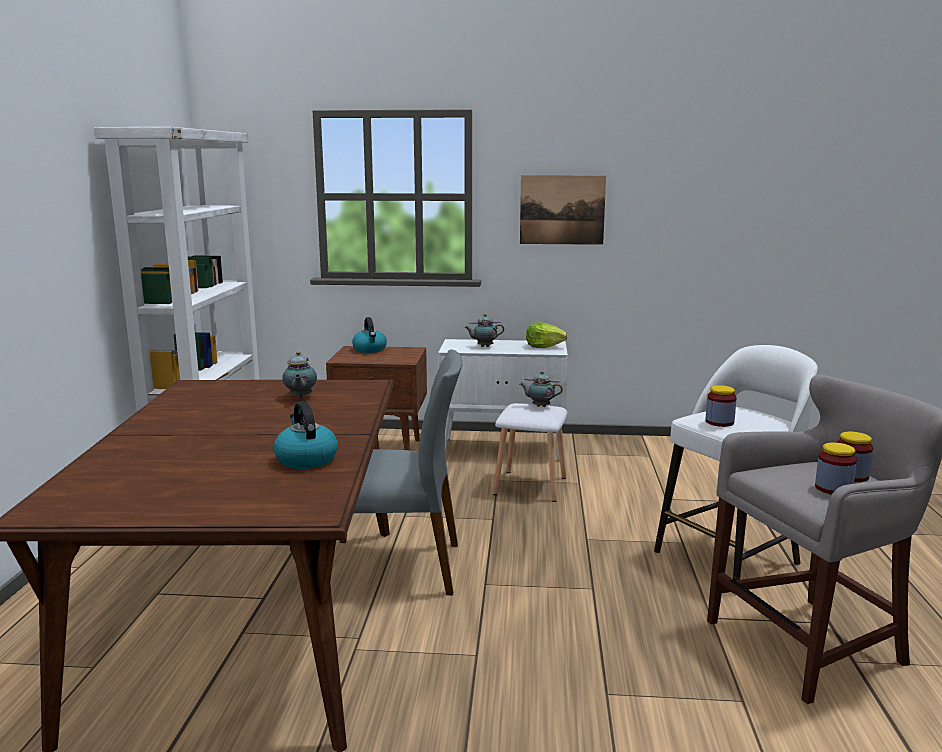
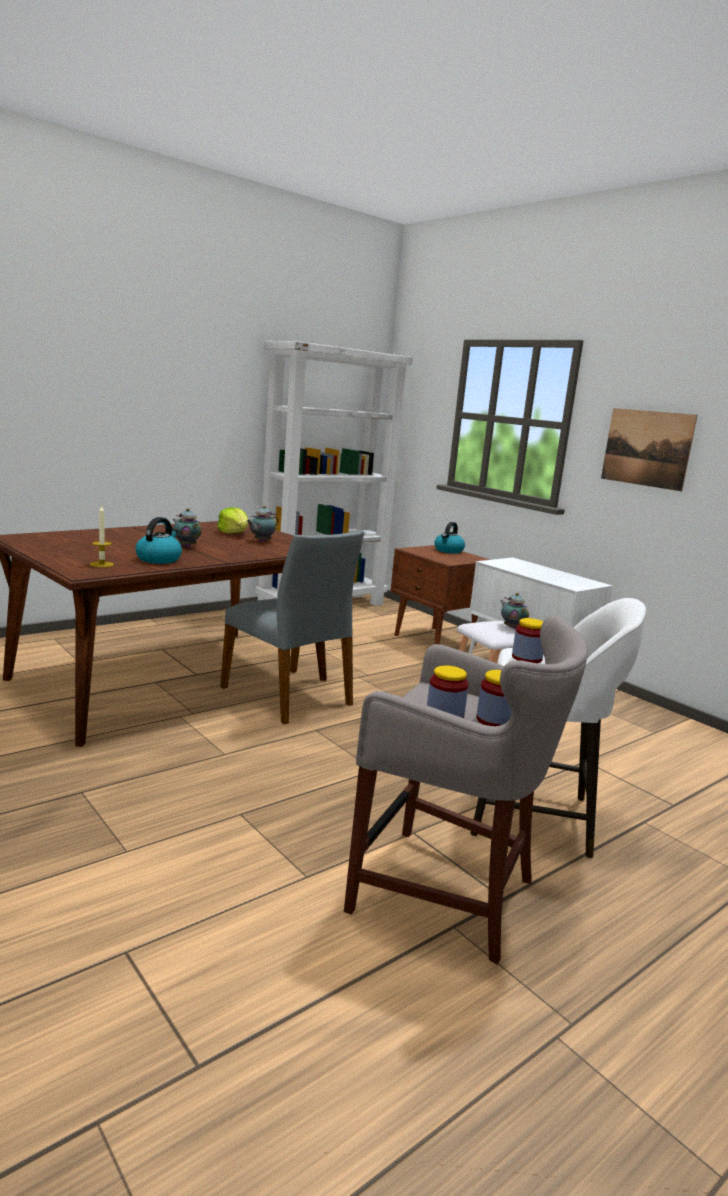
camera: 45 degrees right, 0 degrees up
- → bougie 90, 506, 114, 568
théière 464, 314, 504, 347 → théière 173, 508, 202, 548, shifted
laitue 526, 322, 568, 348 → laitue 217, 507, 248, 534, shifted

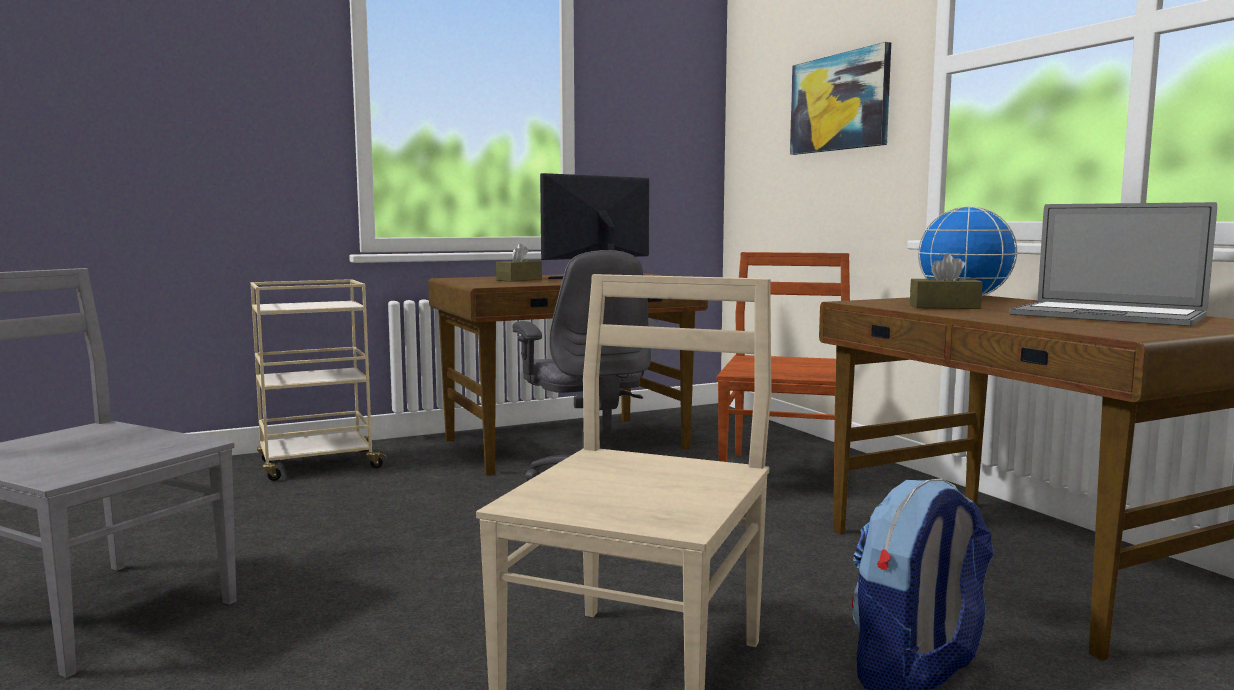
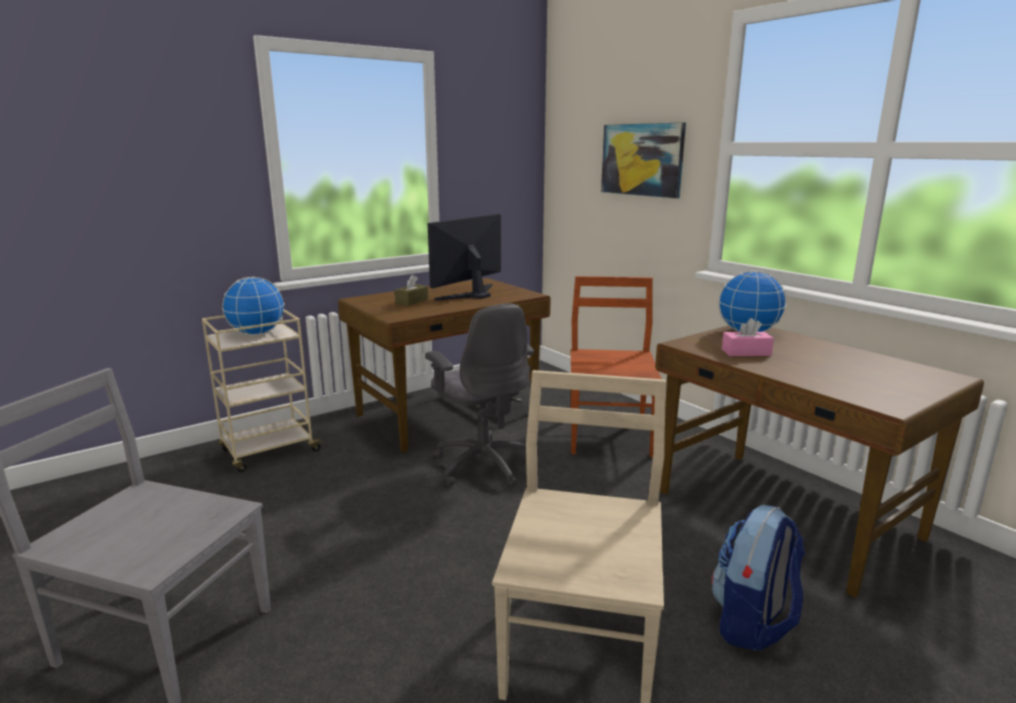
camera: 10 degrees left, 10 degrees up
ordinateur portable 1009, 202, 1217, 326 → -
- → globe 222, 277, 284, 335
boîte à mouchoirs (marron) 910, 254, 983, 309 → boîte à mouchoirs (rose) 722, 318, 774, 356

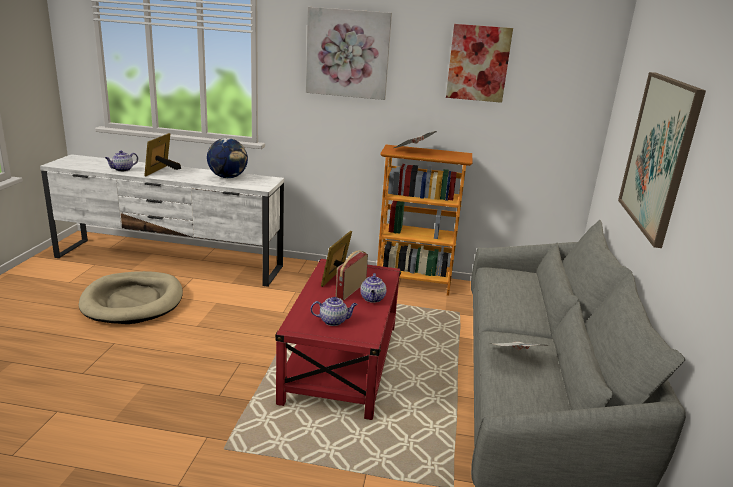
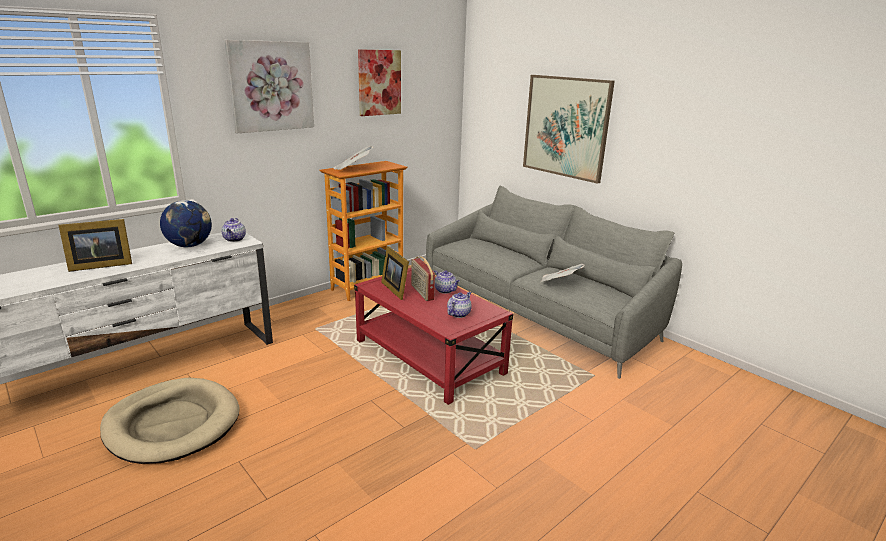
camera: 50 degrees left, 0 degrees up
théière 105, 151, 138, 172 → théière 221, 218, 246, 242, shifted
cadre photo 144, 133, 181, 176 → cadre photo 58, 219, 132, 272, 75 degrees counterclockwise

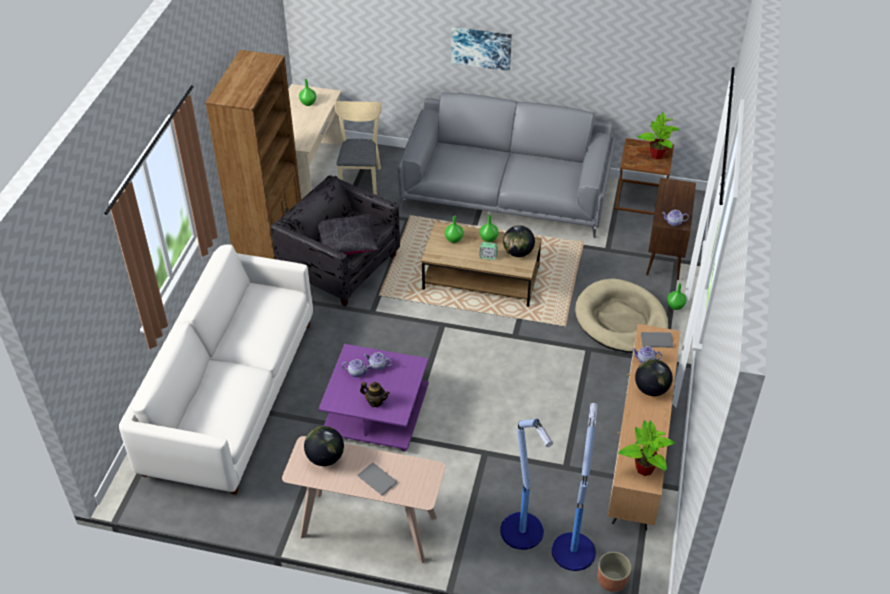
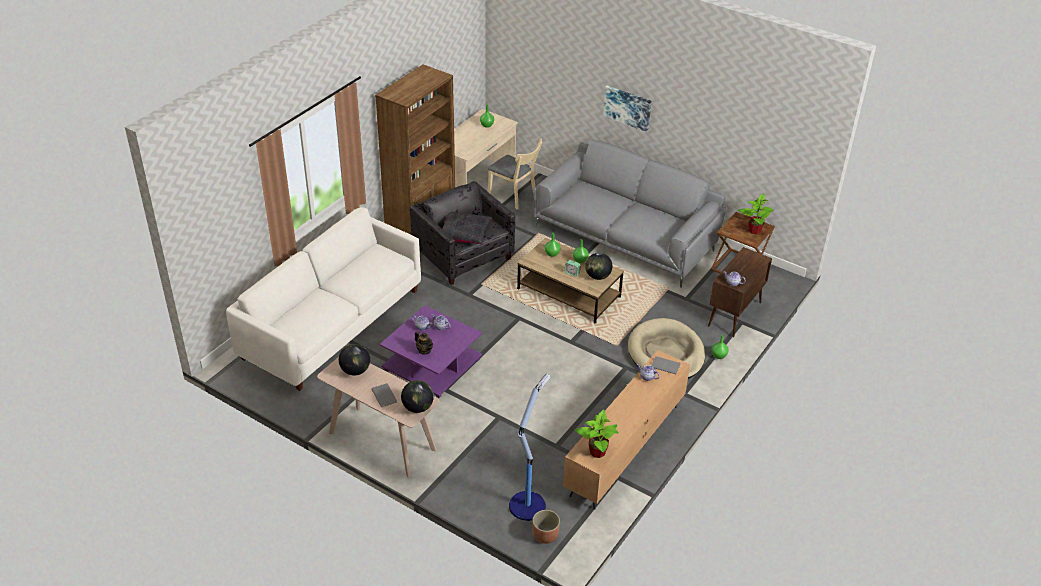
camera: 20 degrees right, 5 degrees down
lampadaire 500, 419, 553, 550 → -
globe 635, 359, 673, 396 → globe 401, 380, 434, 413, shifted
chaise (beige) 335, 101, 382, 195 → chaise (beige) 488, 139, 542, 210, 105 degrees clockwise

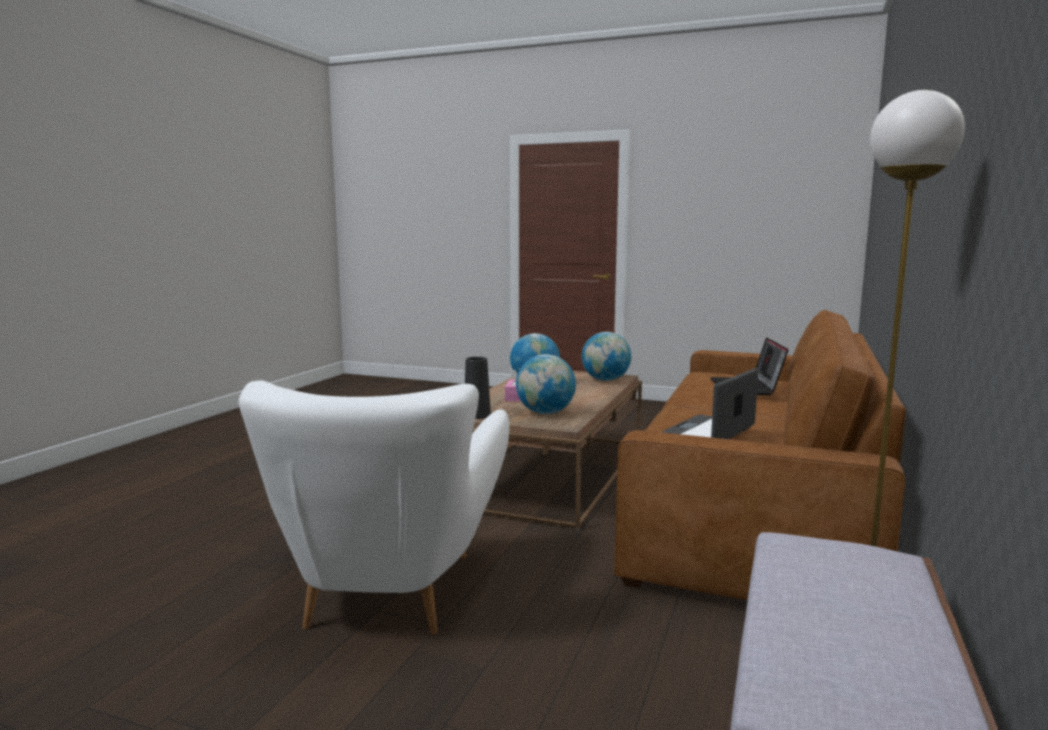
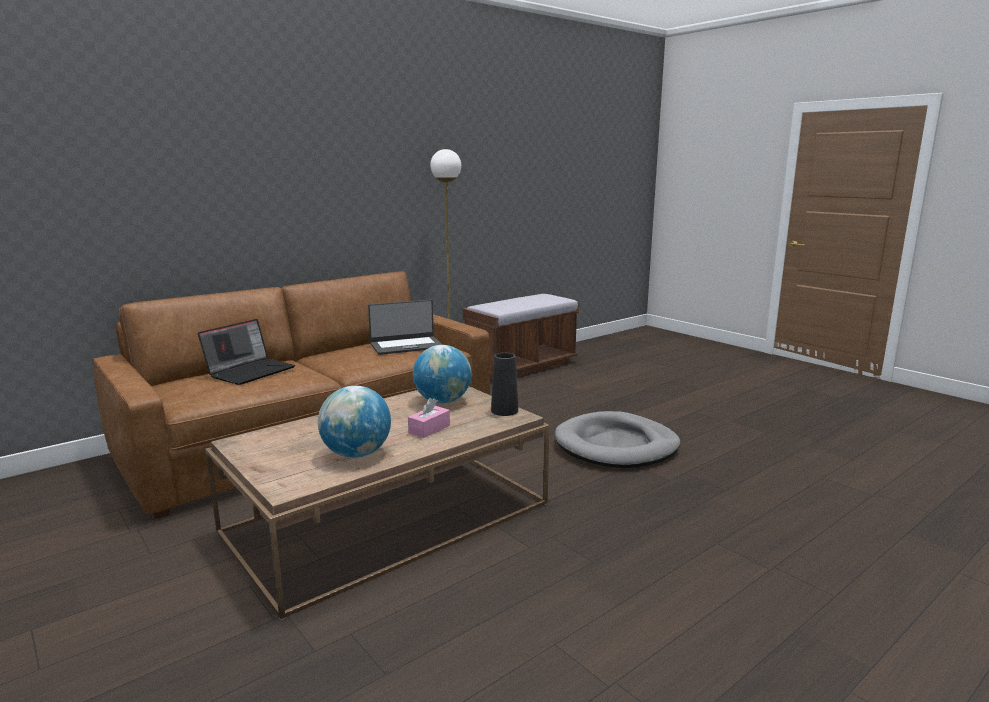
camera: 150 degrees left, 5 degrees up
globe 582, 332, 631, 381 → -
fauteuil (blanc) 239, 380, 509, 634 → panier pour chien (gris) 555, 411, 680, 468

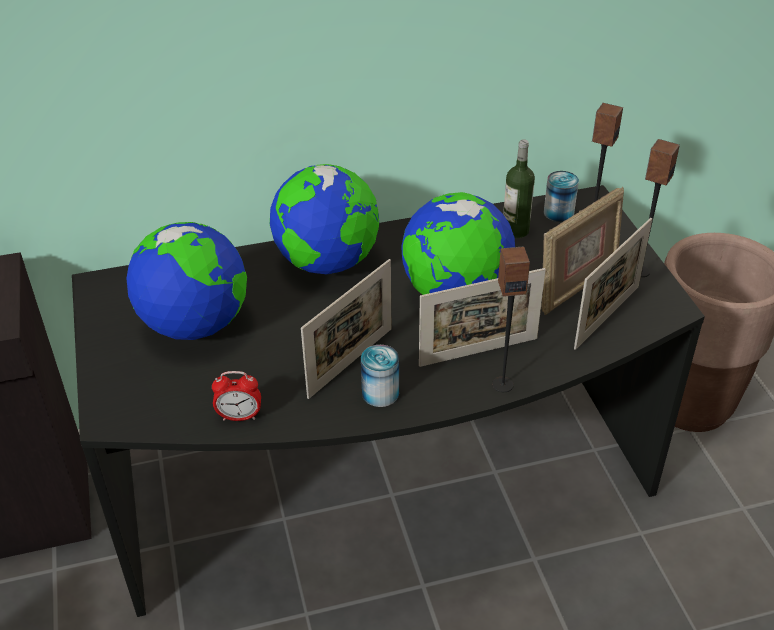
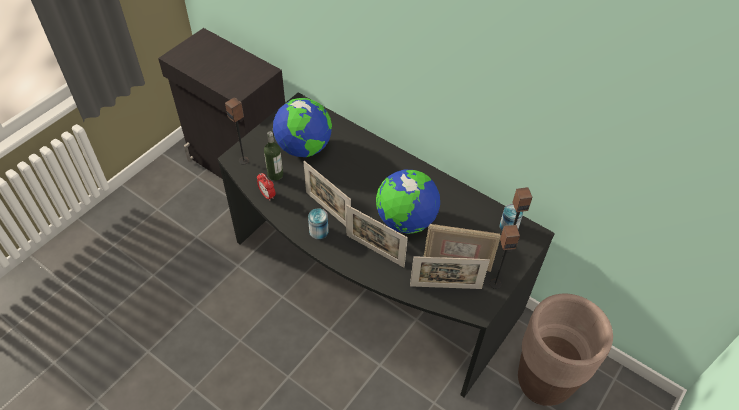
camera: 50 degrees right, 10 degrees up
globe 270, 164, 379, 274 → -
enceinte 492, 246, 530, 392 → enceinte 225, 97, 249, 164, shifted
bouteille 503, 139, 535, 239 → bouteille 264, 131, 283, 181, shifted
cadre photo 301, 259, 392, 399 → cadre photo 303, 161, 351, 226, 45 degrees clockwise

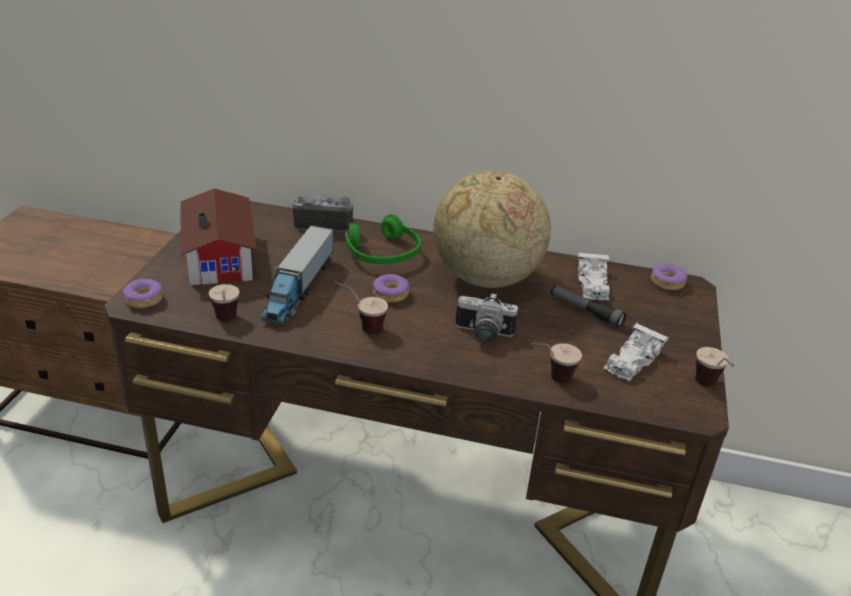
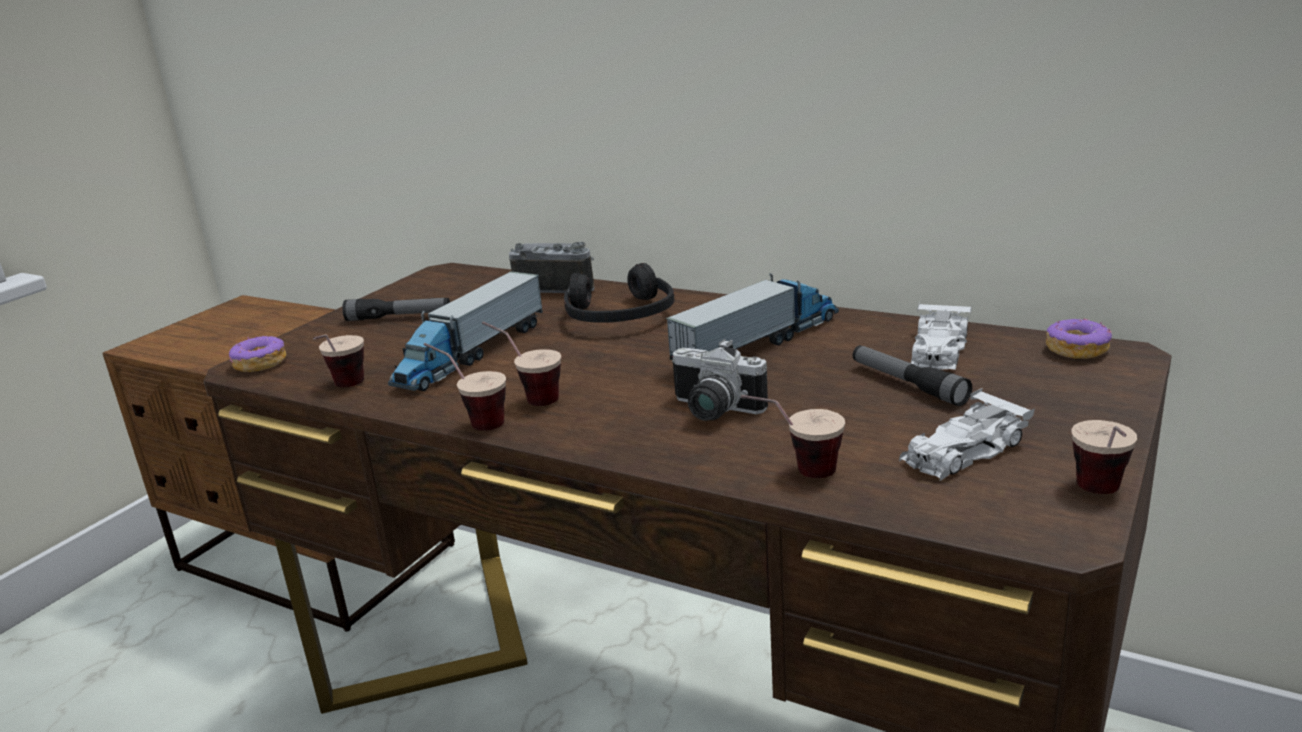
camera: 20 degrees right, 10 degrees down
beignet 373, 274, 409, 303 → -
- → tasse 424, 343, 506, 431
maison miniature 180, 188, 256, 285 → lampe de poche 342, 298, 450, 321
globe 433, 171, 551, 288 → camion jouet 666, 273, 839, 360
casque audio (vert) 345, 214, 421, 264 → casque audio (noir) 564, 263, 674, 323

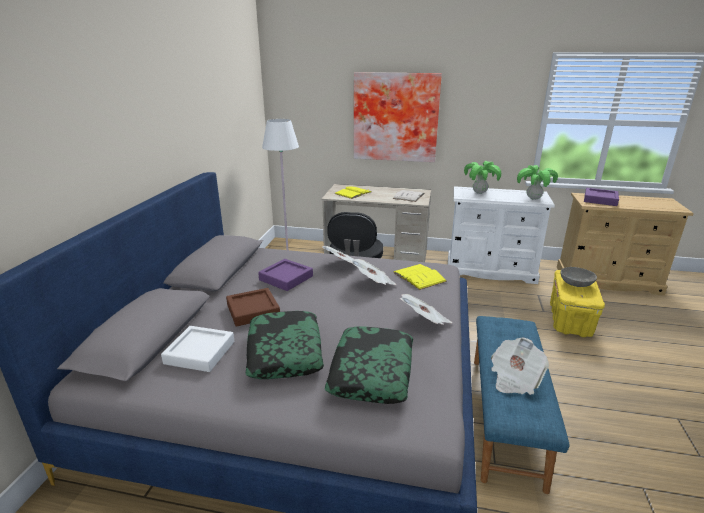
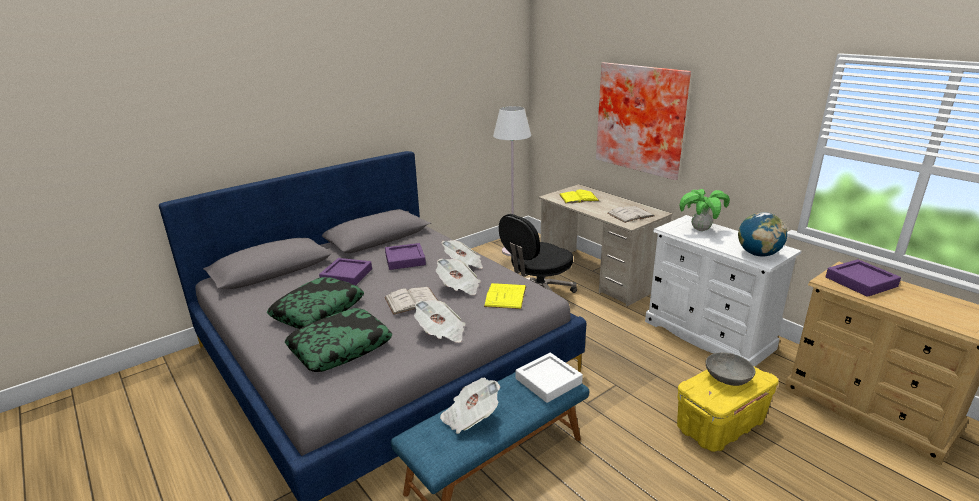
camera: 40 degrees right, 0 degrees up
- → livre (blanc) 385, 287, 438, 315
plateau (blanc) 161, 326, 234, 372 → plateau (blanc) 516, 353, 583, 403, shifted
plante en pot 517, 165, 558, 200 → globe 738, 212, 787, 256
plateau (marron) 226, 288, 280, 327 → plateau (violet) 319, 258, 372, 286

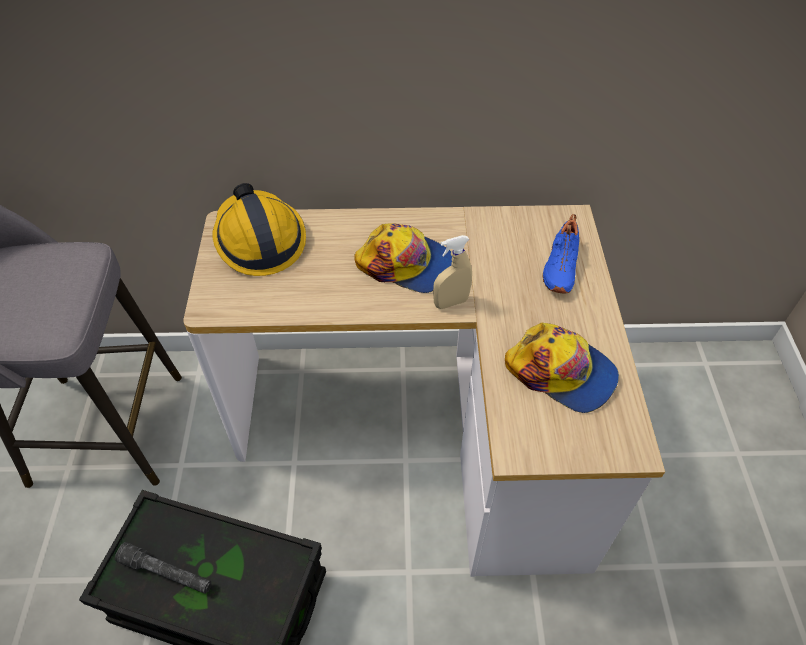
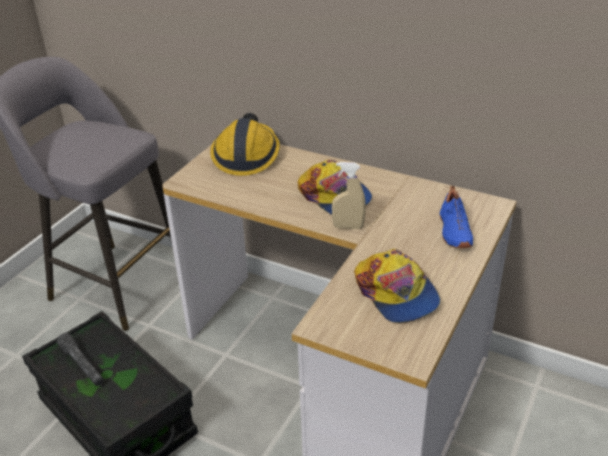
camera: 30 degrees right, 15 degrees down
chaussure (bleu) 542, 214, 579, 293 → chaussure (bleu) 440, 186, 473, 248, 45 degrees counterclockwise

